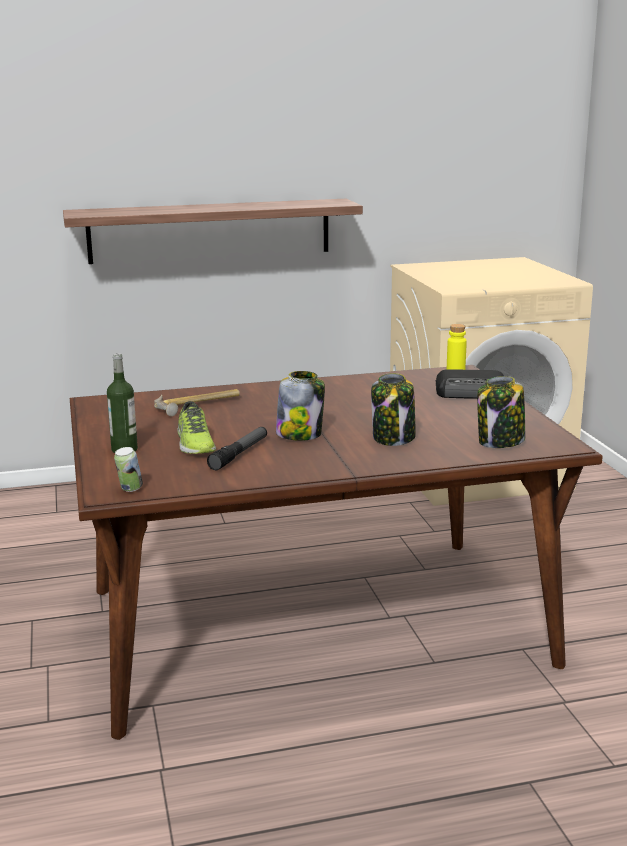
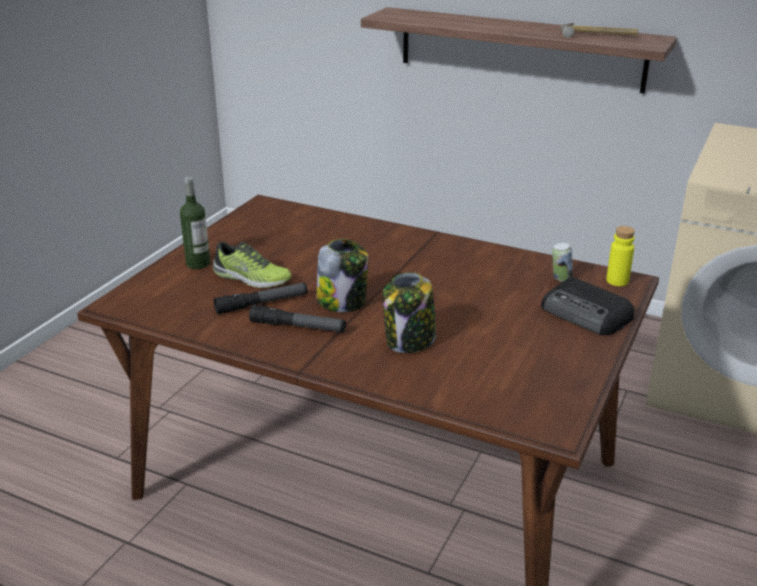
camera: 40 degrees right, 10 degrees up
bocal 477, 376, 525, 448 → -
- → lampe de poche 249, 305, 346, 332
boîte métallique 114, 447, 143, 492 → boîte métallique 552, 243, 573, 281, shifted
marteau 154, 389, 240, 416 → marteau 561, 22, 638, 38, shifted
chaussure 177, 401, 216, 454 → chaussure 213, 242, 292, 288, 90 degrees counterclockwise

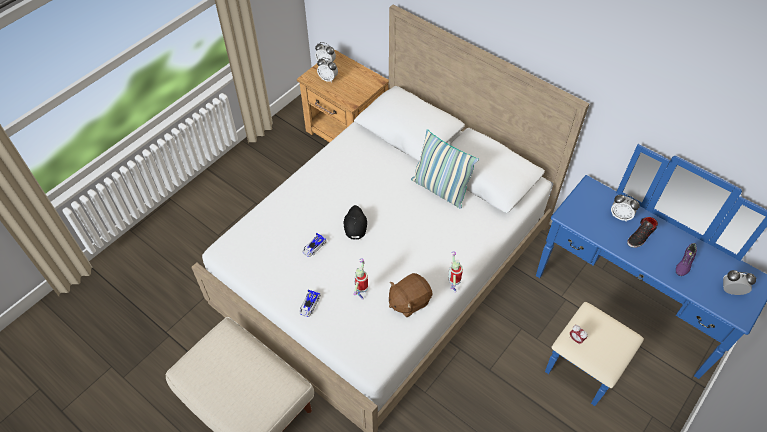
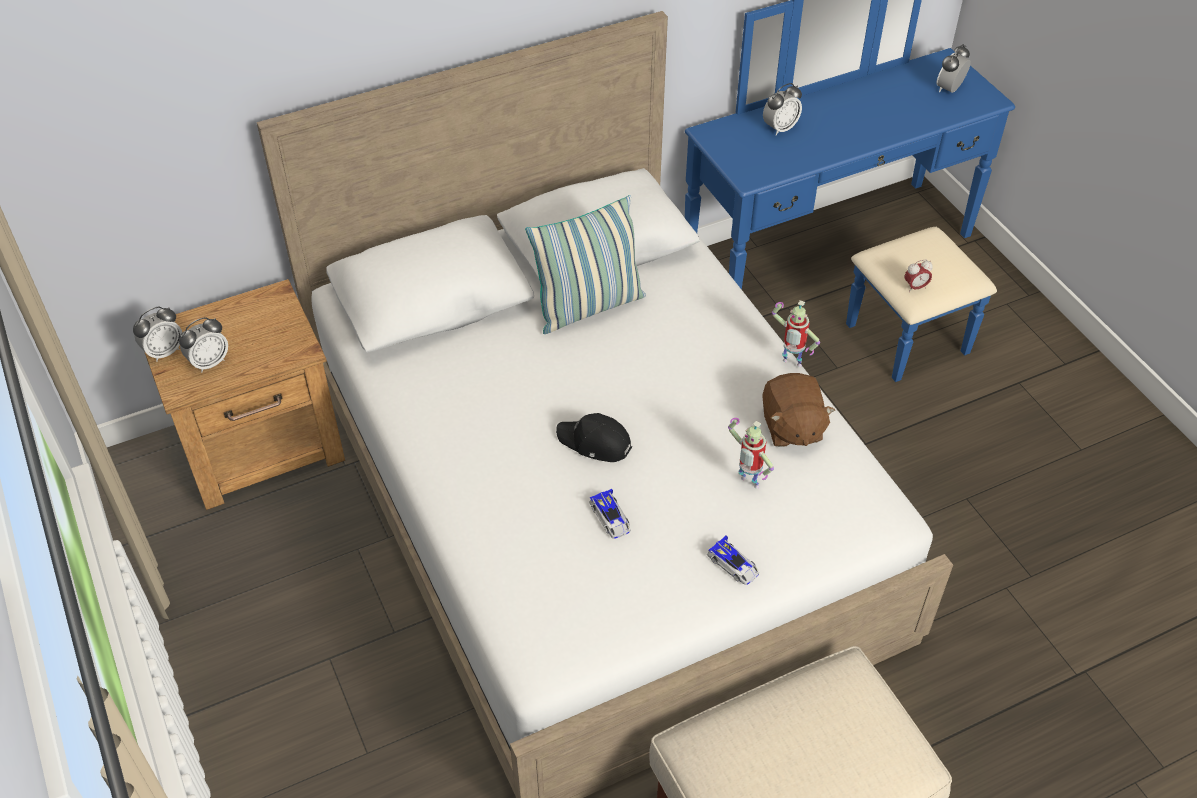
camera: 65 degrees left, 5 degrees down
chaussure (noir) 627, 217, 658, 248 → -
chaussure (violet) 676, 243, 697, 276 → -

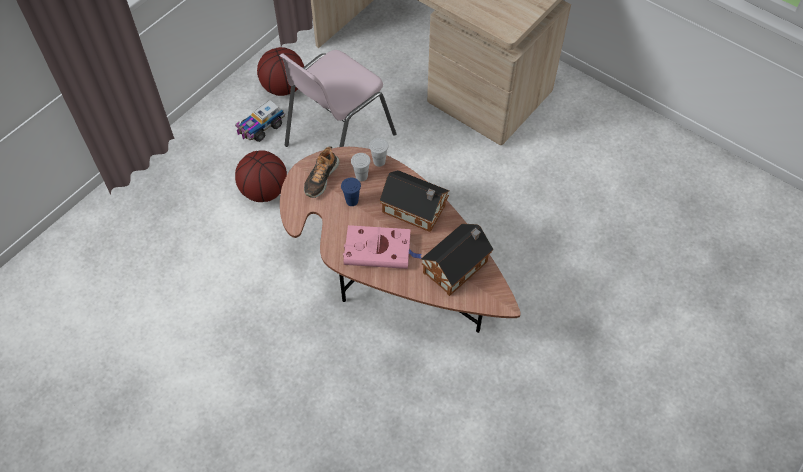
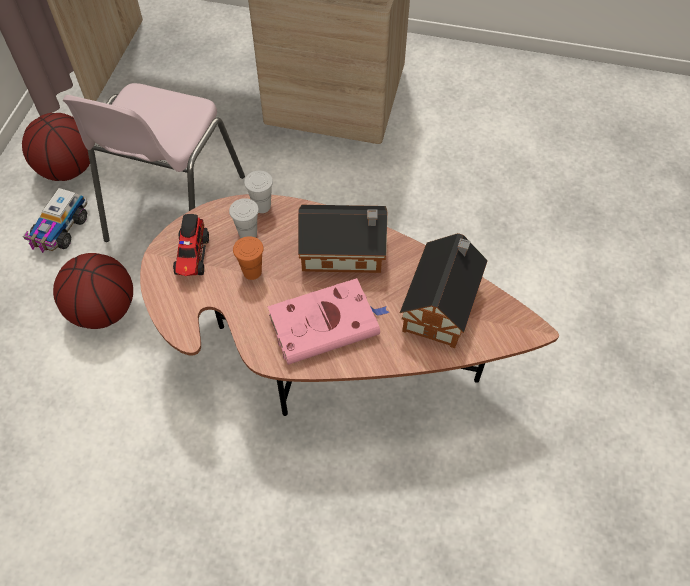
camera: 25 degrees left, 0 degrees up
chaussure 304, 147, 339, 198 → camion jouet 173, 214, 209, 276
tasse (bleu) 341, 178, 361, 206 → tasse (orange) 233, 236, 264, 280

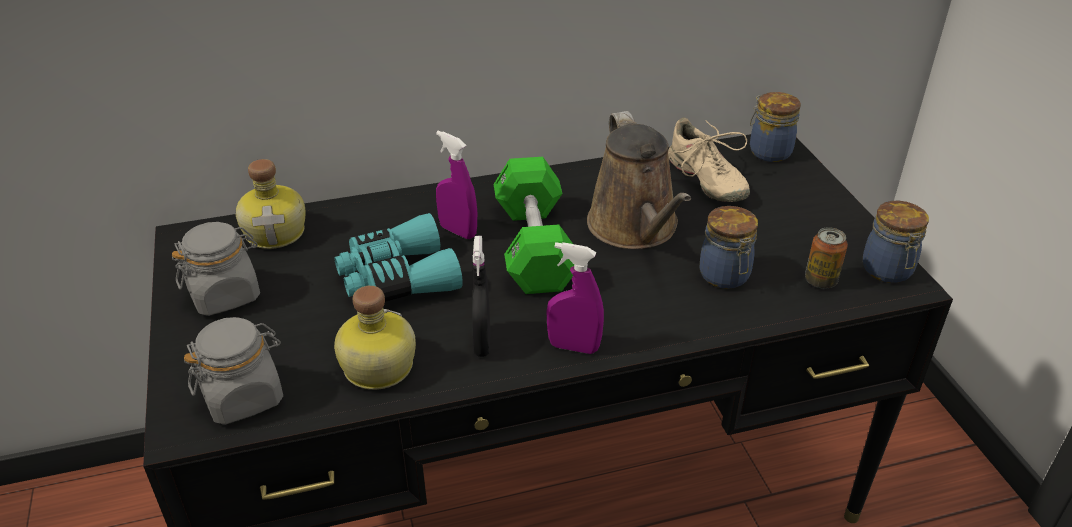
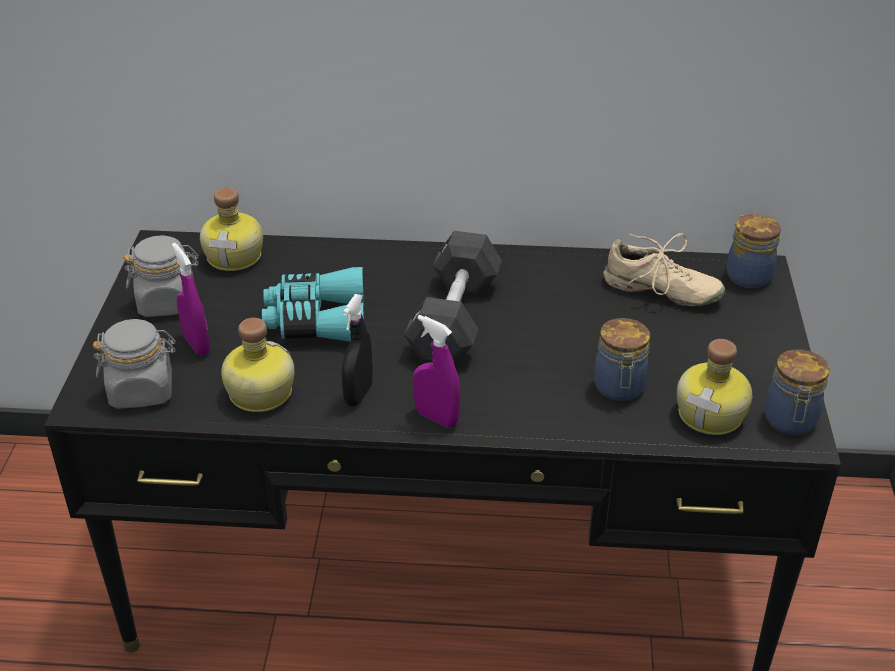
camera: 20 degrees right, 0 degrees up
arrosoir (marron) 587, 111, 691, 249 → -
vaporisateur (violet) 436, 131, 477, 239 → vaporisateur (violet) 172, 243, 210, 356, shifted
boîte métallique 805, 227, 848, 289 → bouteille 677, 339, 752, 435
haltère (vert) 494, 157, 574, 294 → haltère (noir) 404, 231, 502, 366
chaussure (beige) 668, 118, 750, 202 → chaussure (beige) 603, 233, 725, 306, 60 degrees counterclockwise

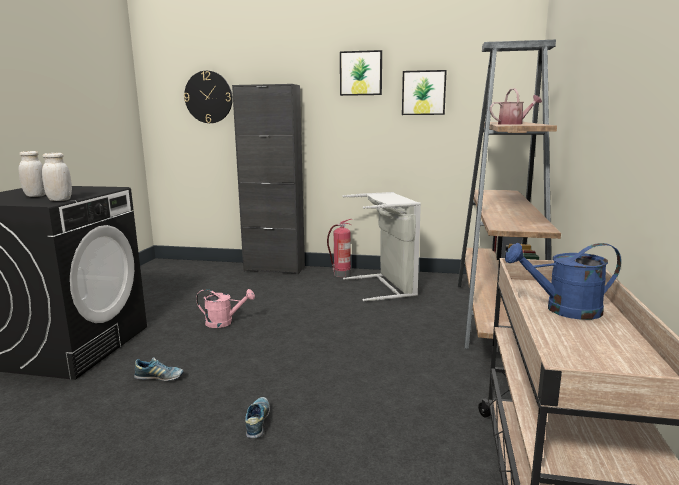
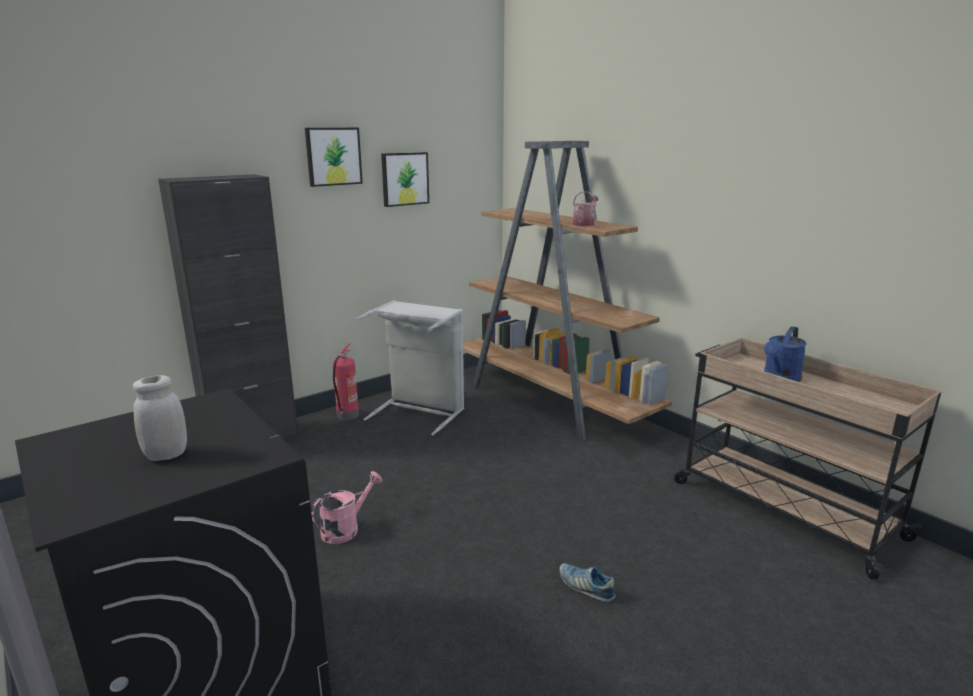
camera: 50 degrees left, 5 degrees up
bocal (blanc) 42, 153, 72, 201 → -
chaussure 134, 357, 184, 381 → -
horloge murale 184, 71, 233, 123 → -

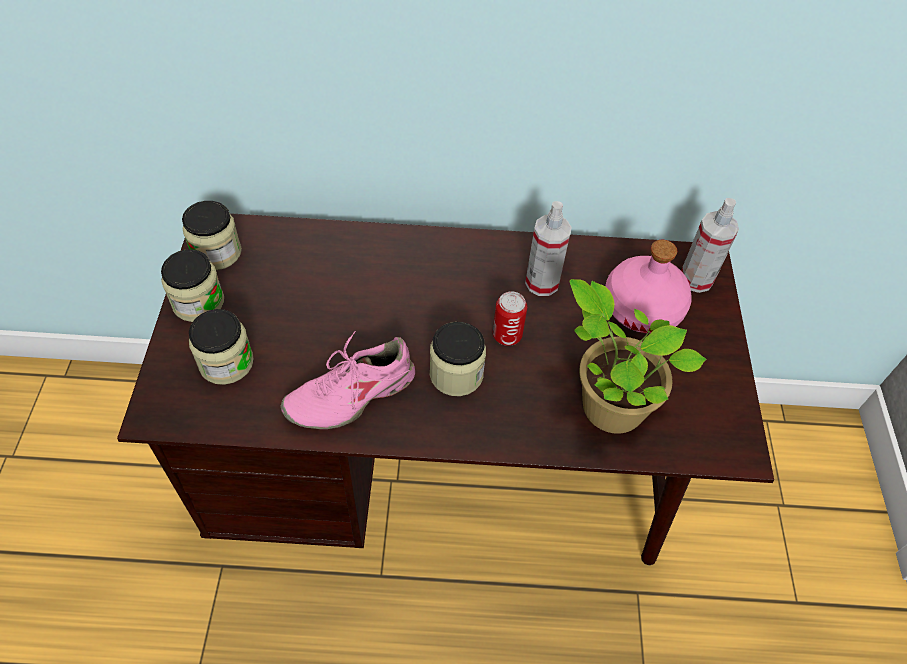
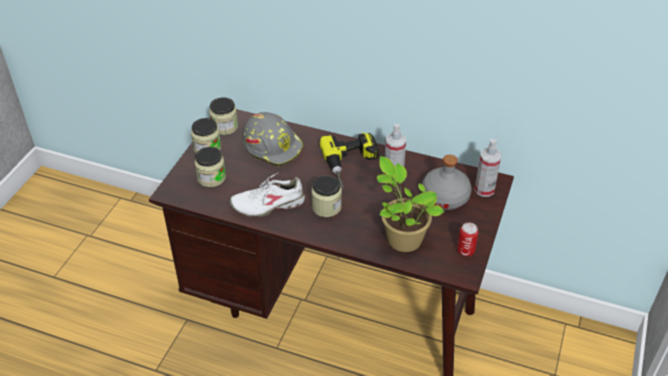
camera: 20 degrees right, 10 degrees down
- → casque de chantier (gris) 243, 112, 303, 167
- → perceuse 320, 132, 379, 188
boîte métallique 493, 291, 527, 346 → boîte métallique 457, 223, 478, 256, shifted
chaussure (rose) 281, 331, 415, 429 → chaussure (blanc) 230, 173, 305, 217
bouteille (rose) 605, 240, 692, 333 → bouteille (gris) 422, 155, 471, 210

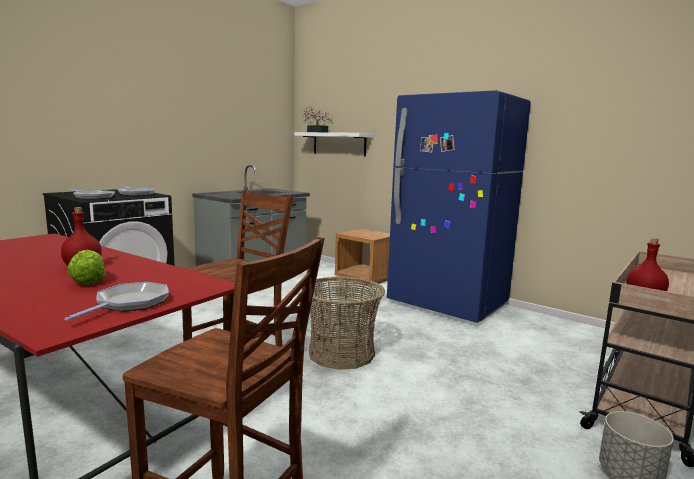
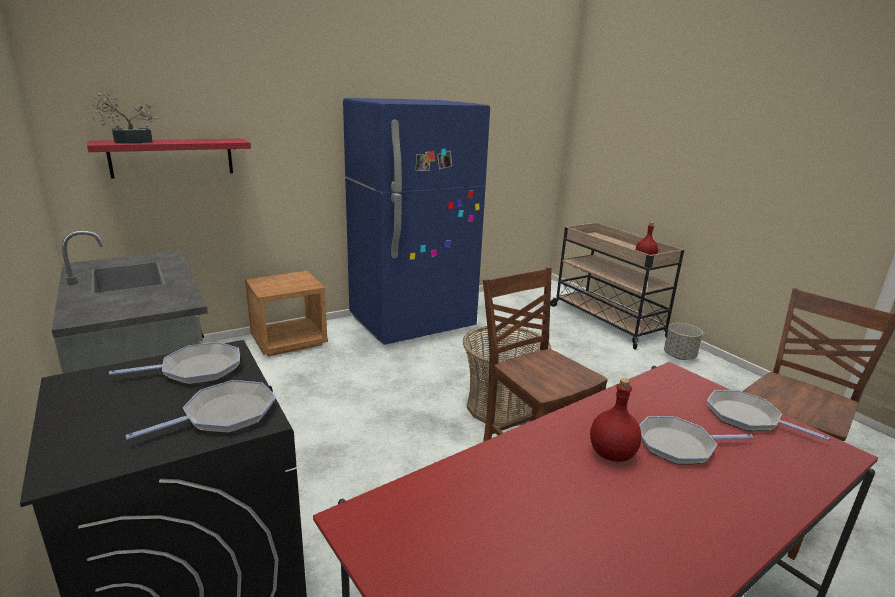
camera: 70 degrees left, 10 degrees up
laitue 67, 250, 106, 285 → poêle 639, 416, 753, 465
étagère (blanc) 294, 132, 373, 156 → étagère (rouge) 87, 139, 251, 179

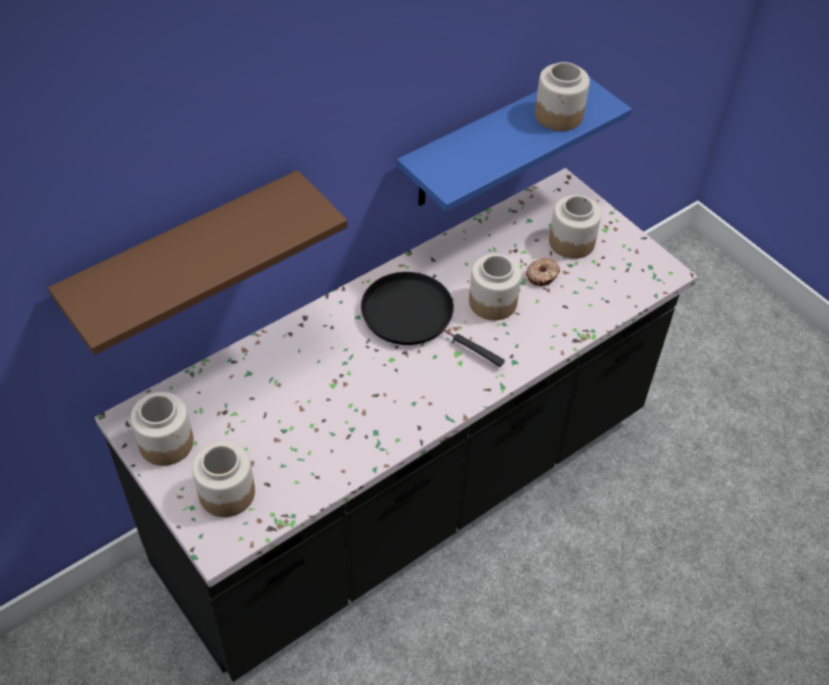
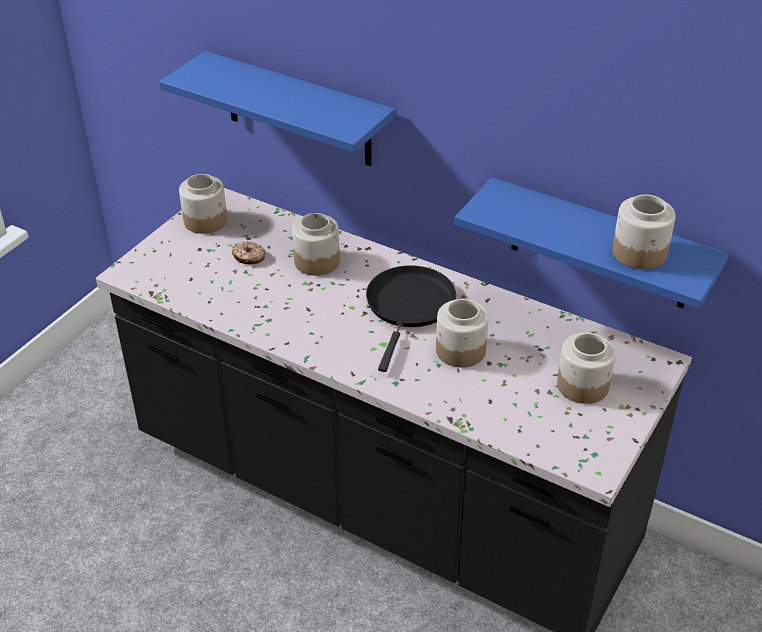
camera: 70 degrees right, 10 degrees down
bocal 192, 441, 255, 517 → bocal 292, 213, 340, 276, shifted
beignet 526, 258, 560, 286 → beignet 232, 241, 265, 264, shifted
étagère (marron) 48, 170, 348, 355 → étagère (bleu) 159, 51, 395, 166

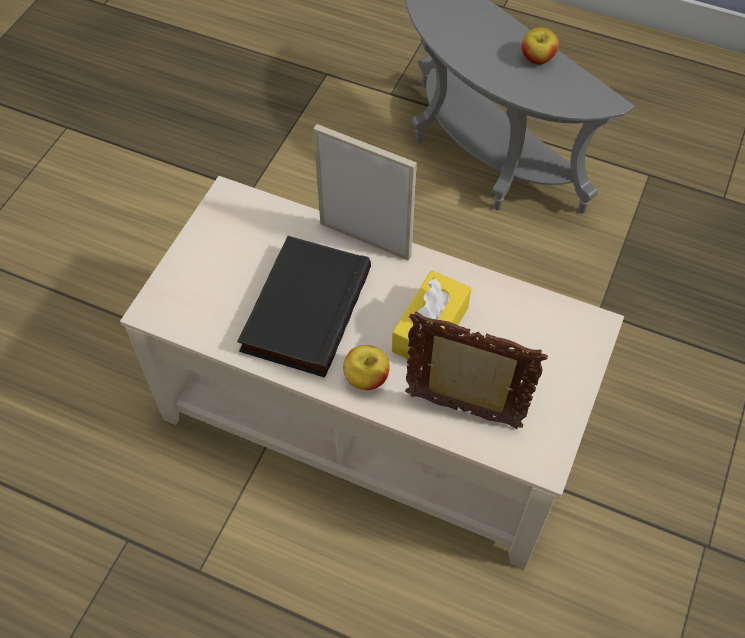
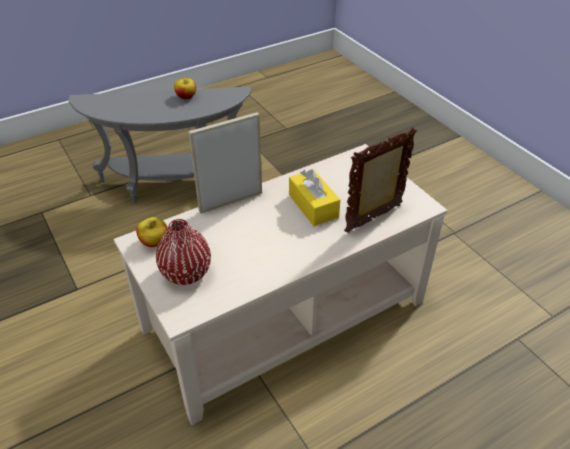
camera: 55 degrees left, 15 degrees down
livre (noir) 237, 236, 371, 377 → -
- → vase (rouge) 156, 219, 211, 285
pomme 343, 345, 390, 390 → pomme 136, 217, 168, 247, shifted

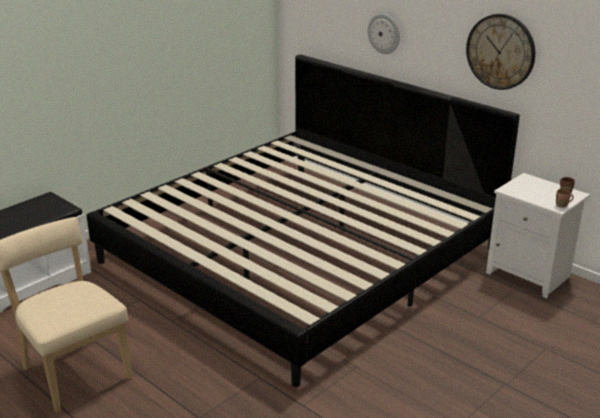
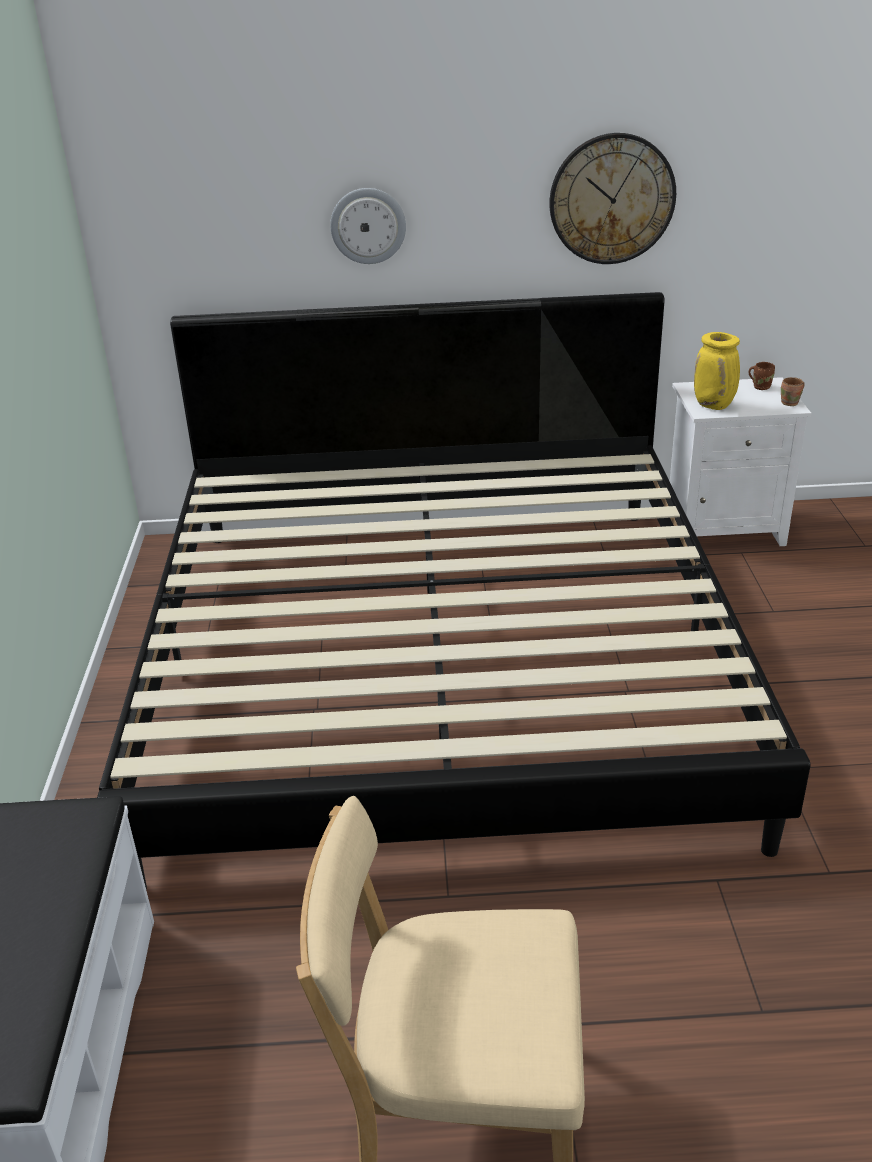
camera: 45 degrees left, 5 degrees up
- → vase (jaune) 694, 332, 740, 410

